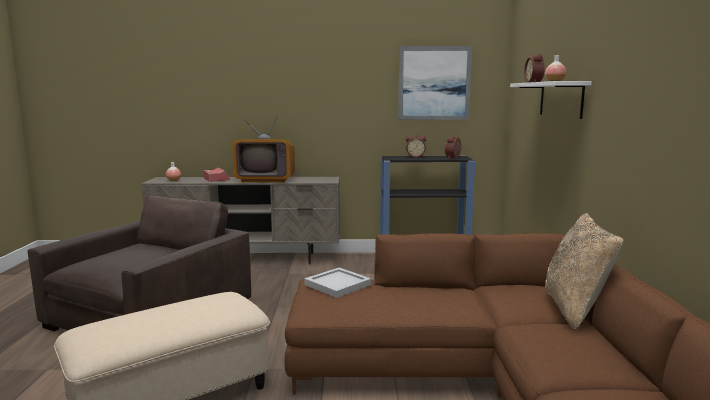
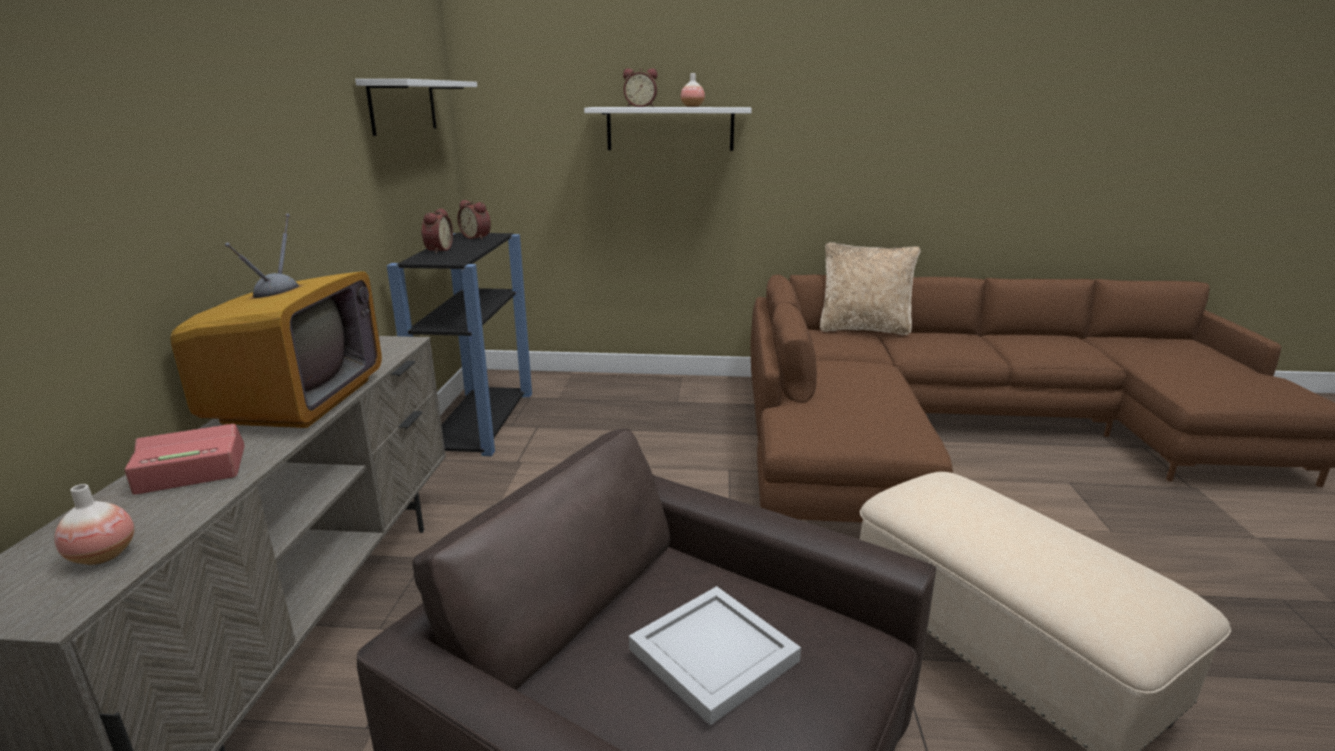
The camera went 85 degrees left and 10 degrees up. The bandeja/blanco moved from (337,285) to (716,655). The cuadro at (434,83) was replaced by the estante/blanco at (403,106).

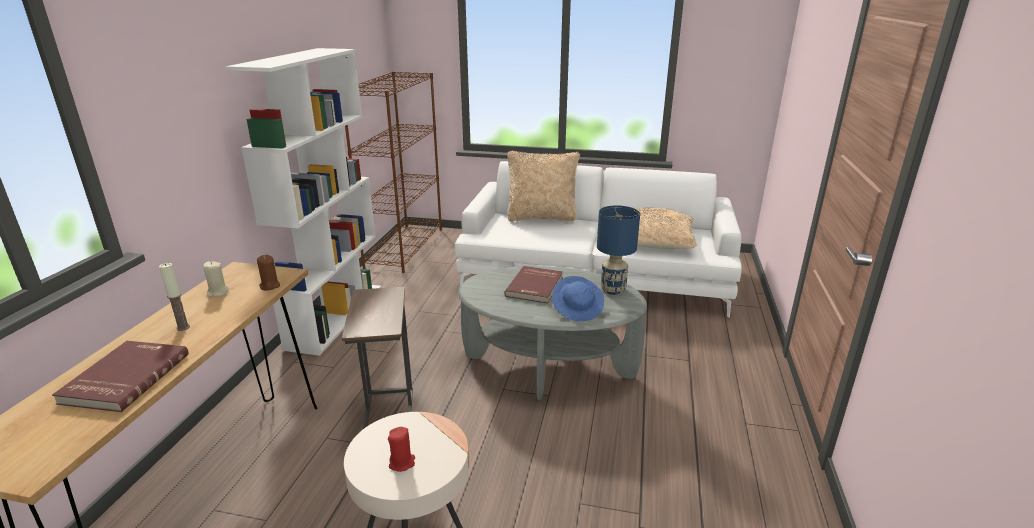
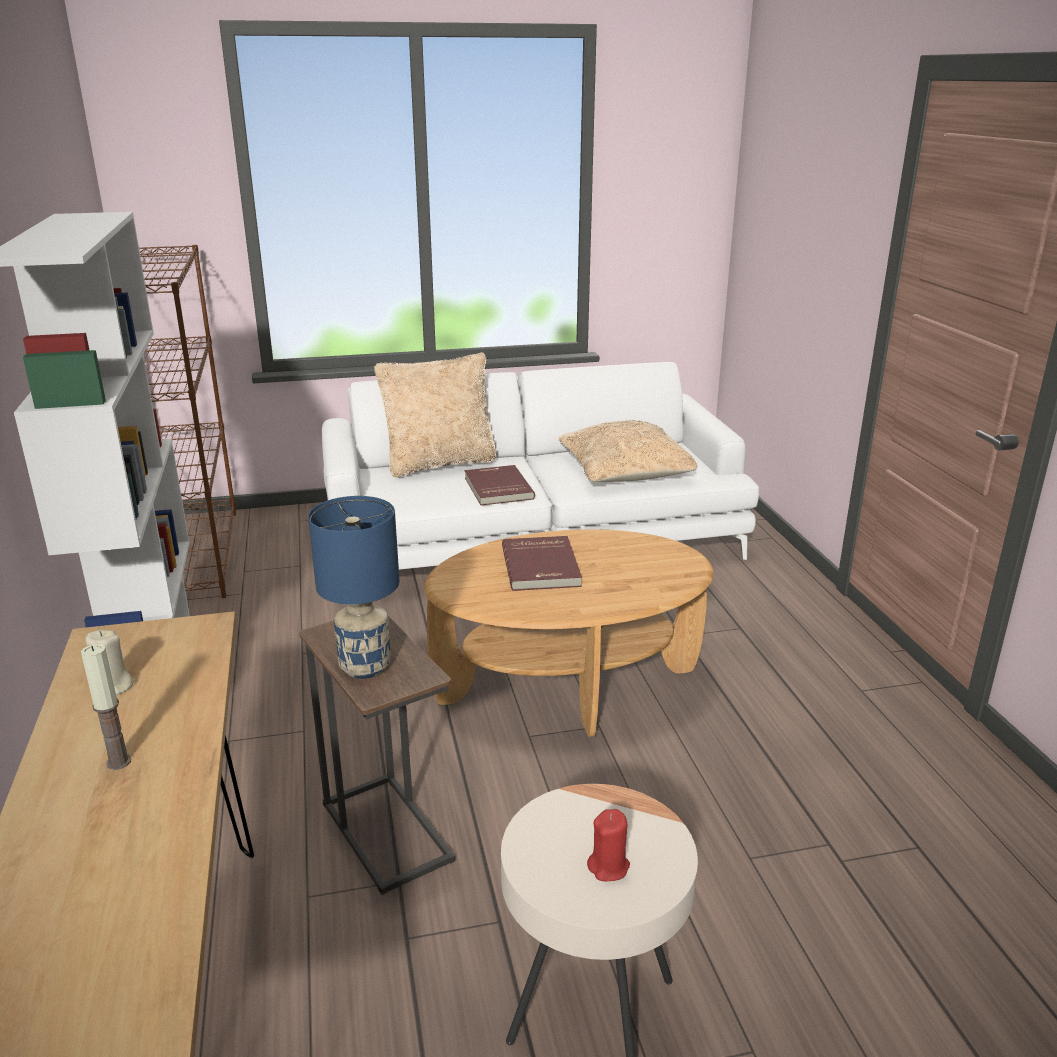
The camera went 25 degrees left and 0 degrees up. The libro/rojo moved from (124,378) to (497,488). The vela/marrón at (269,286) disappeared. The mesa de centro/gris at (548,367) became the mesa de centro/marrón at (568,686). The sombrero/azul at (578,309) disappeared. The lámpara de mesa/azul moved from (613,290) to (366,667).

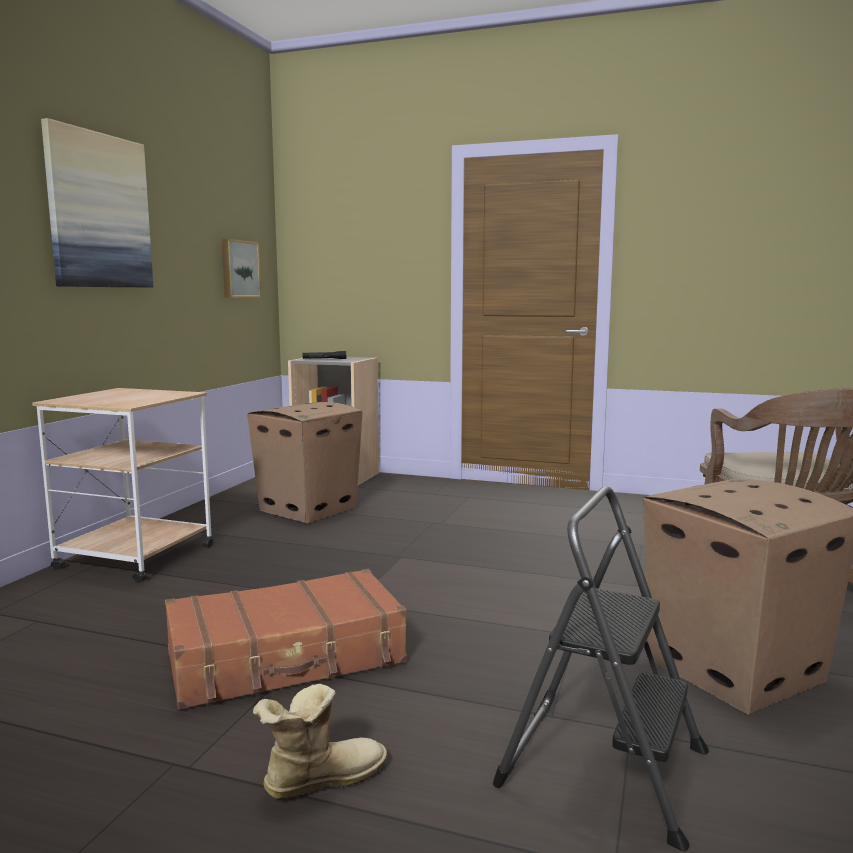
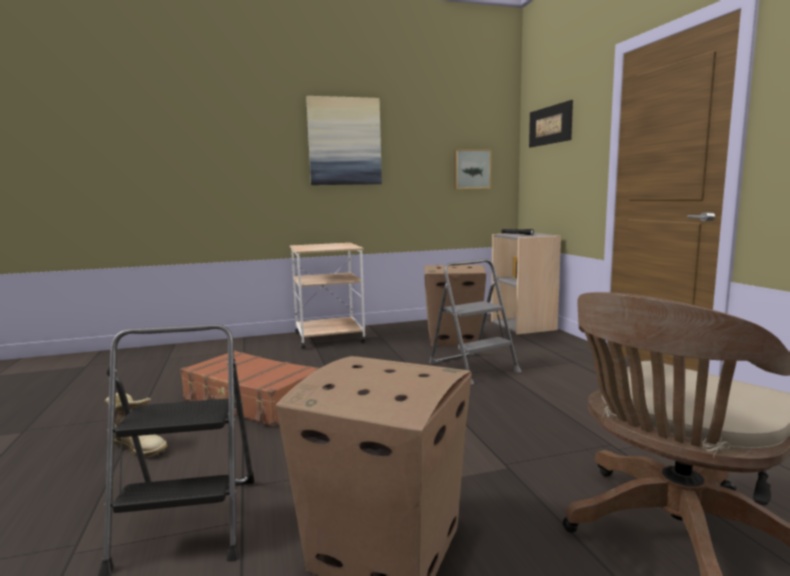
The camera went 55 degrees right and 0 degrees up. The escalera de tijera/gris at (471,366) appeared. The cuadro at (550,125) appeared.

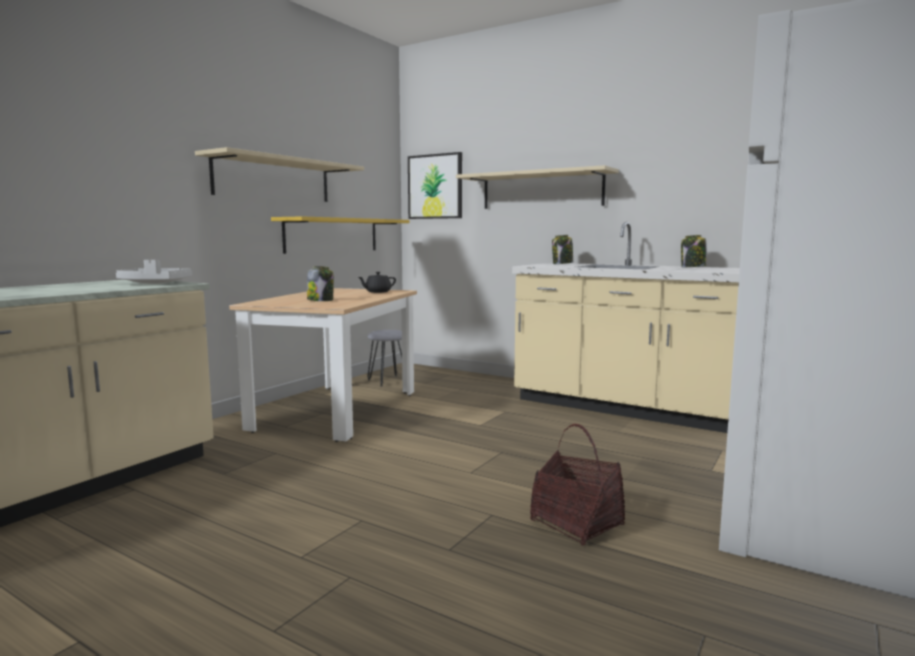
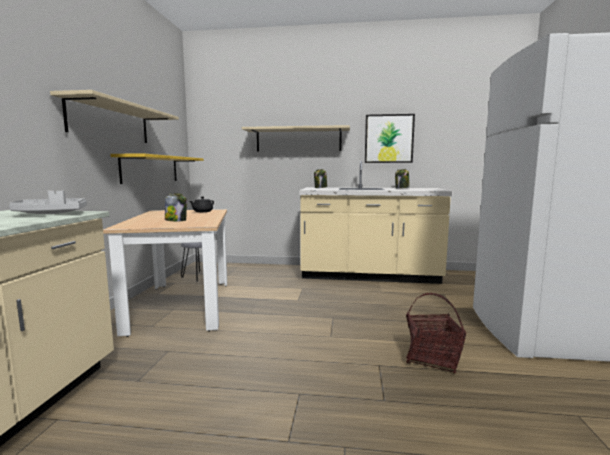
The camera went 25 degrees left and 0 degrees up. The cuadro moved from (435,186) to (389,139).

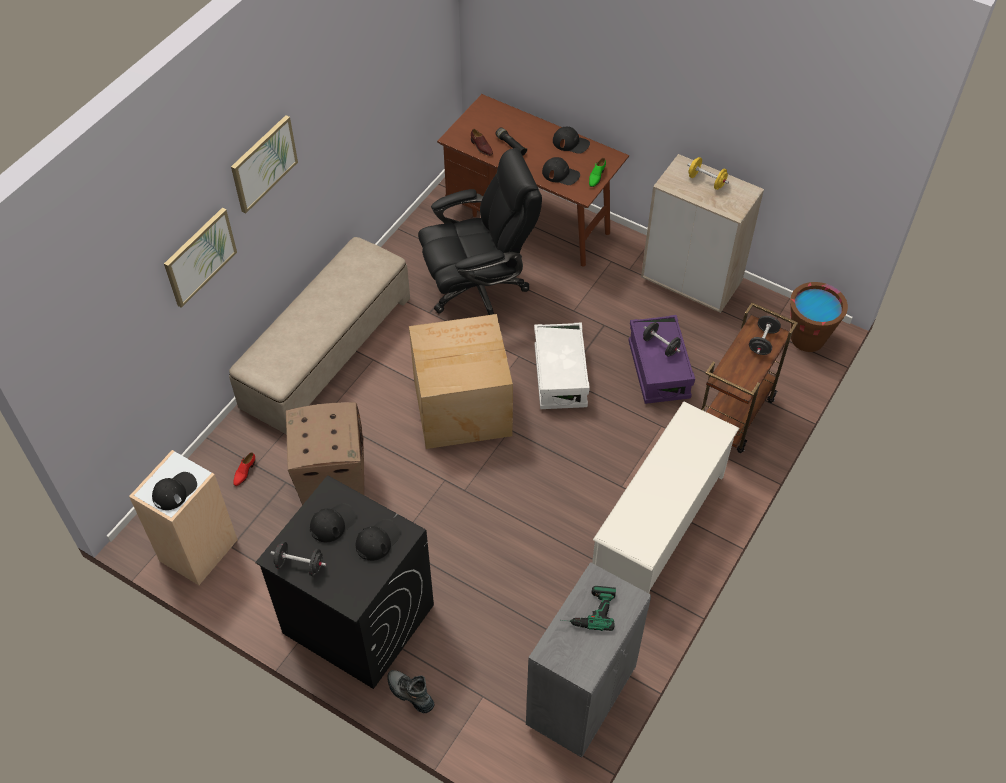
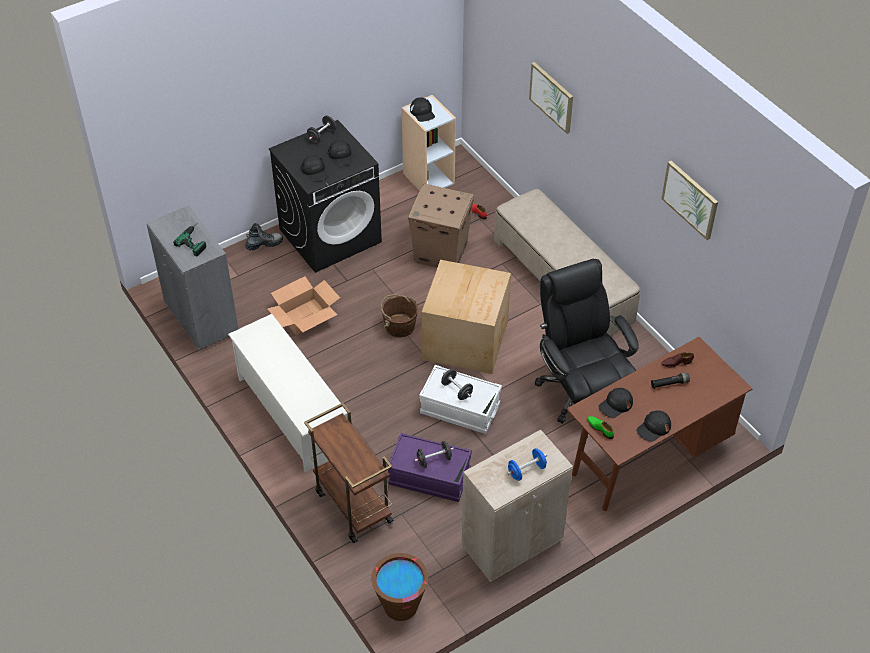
The camera went 115 degrees right and 5 degrees down. The cuadro moved from (263,163) to (690,199). The silla de oficina/negro at (478,289) turned 150 degrees clockwise. The mancuerna/amarillo at (706,181) became the mancuerna/azul at (526,470). The mancuerna/negro moved from (762,342) to (456,390). The caja de cartón at (305,316) appeared. The cubo/marrón at (399,326) appeared.

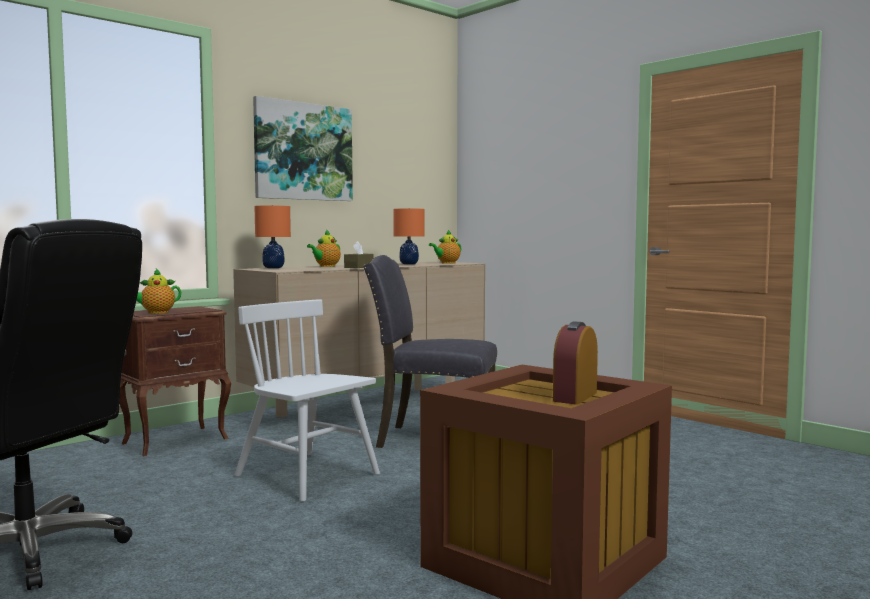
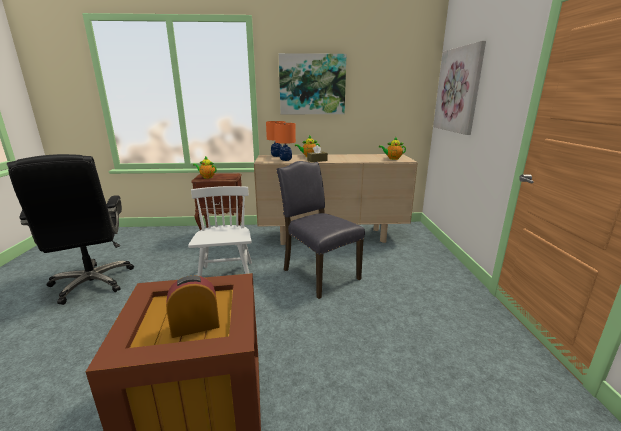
The camera went 40 degrees right and 15 degrees up. The lámpara de mesa/naranja moved from (408,264) to (285,160). The cuadro at (457,90) appeared.

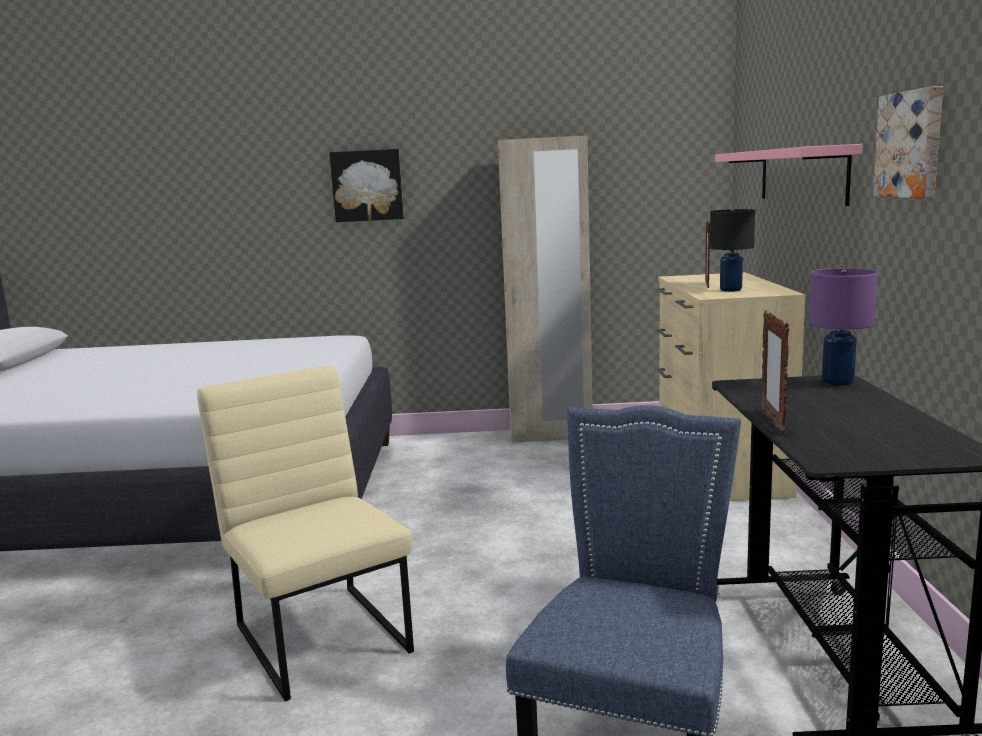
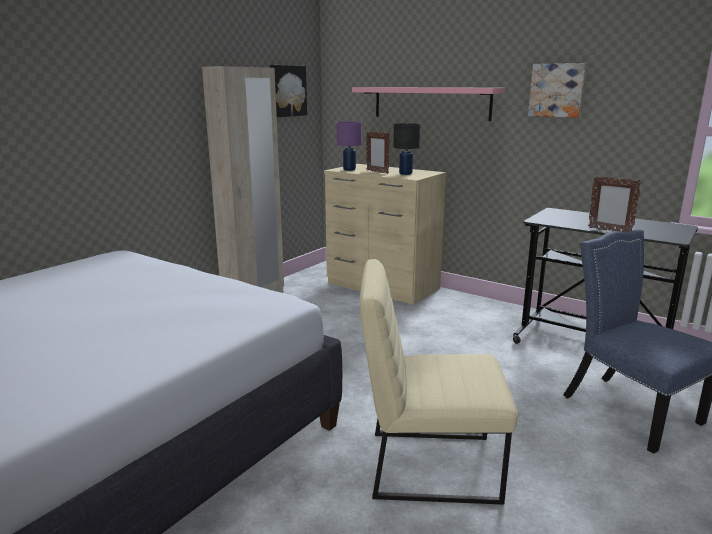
The camera went 55 degrees left and 5 degrees up. The cuadro moved from (367,185) to (287,91). The lámpara de mesa/morado moved from (839,382) to (350,169).

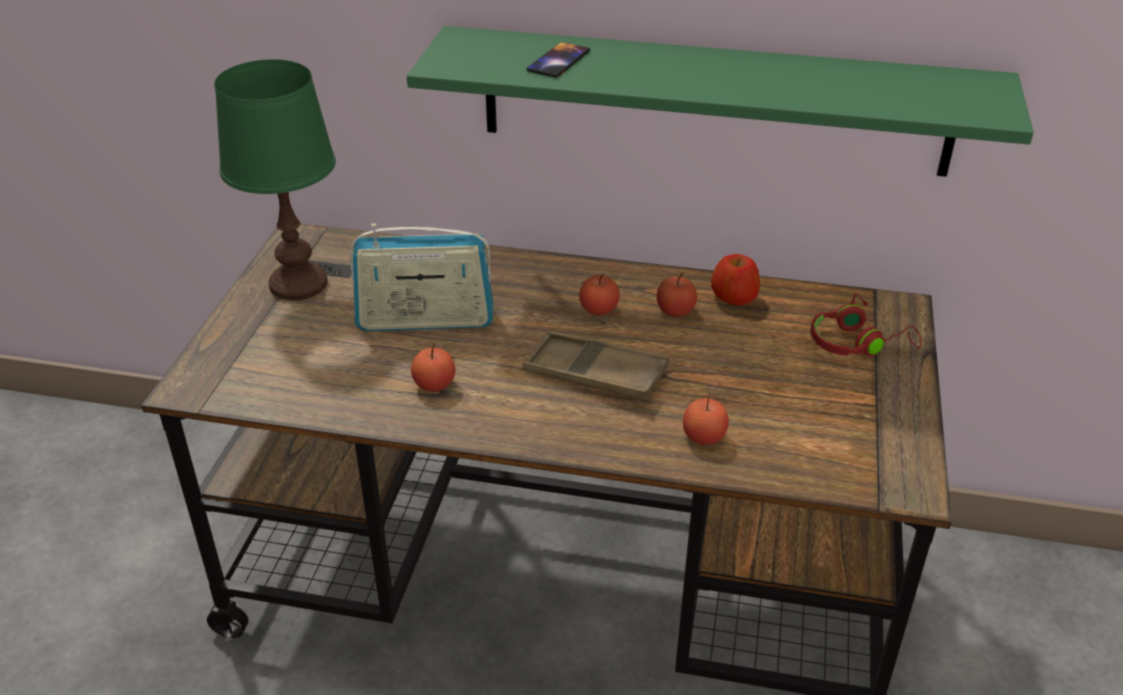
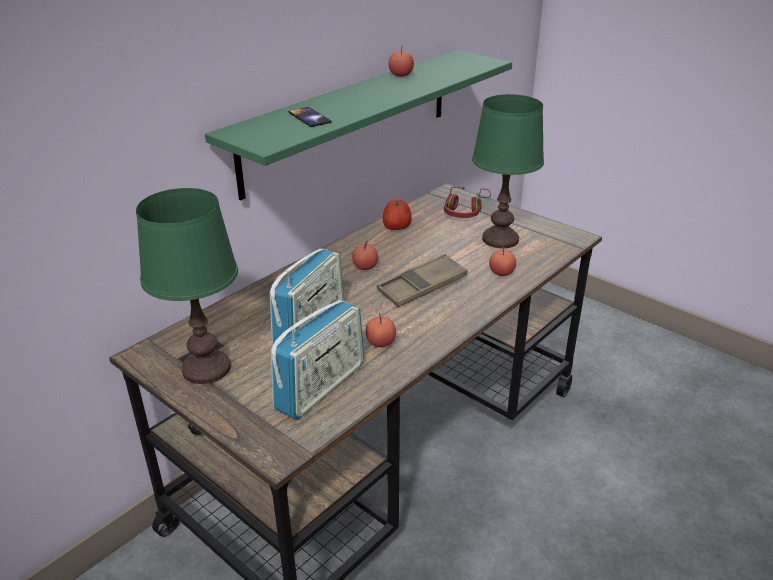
The camera went 60 degrees left and 5 degrees down. The manzana moved from (675,311) to (401,75). The radio at (321,387) appeared. The lámpara de mesa/verde at (500,239) appeared.

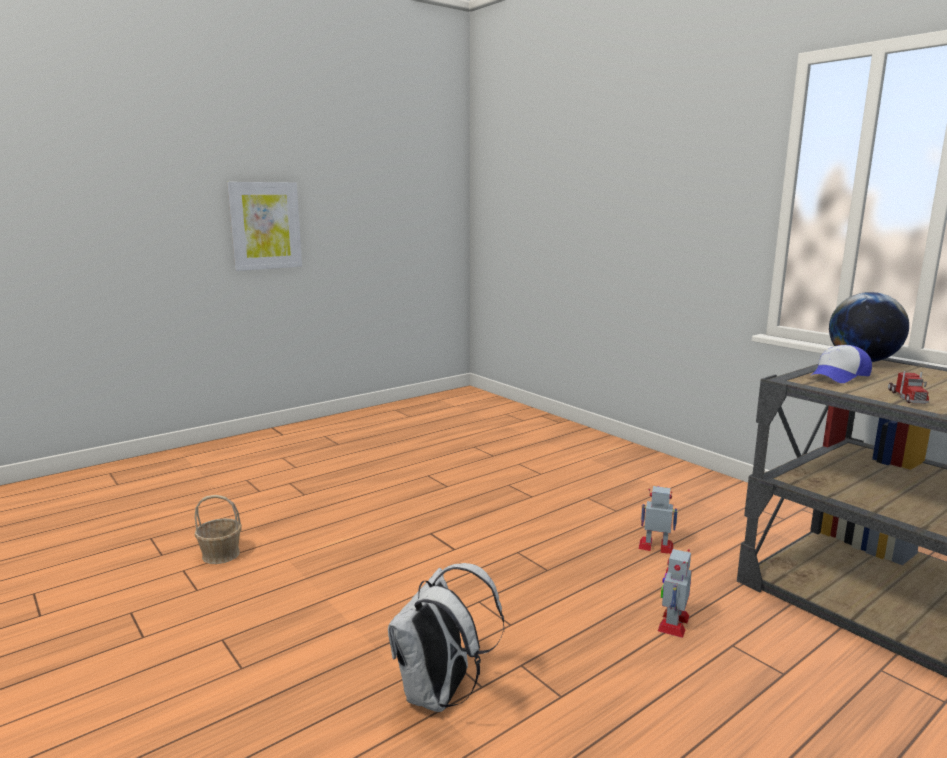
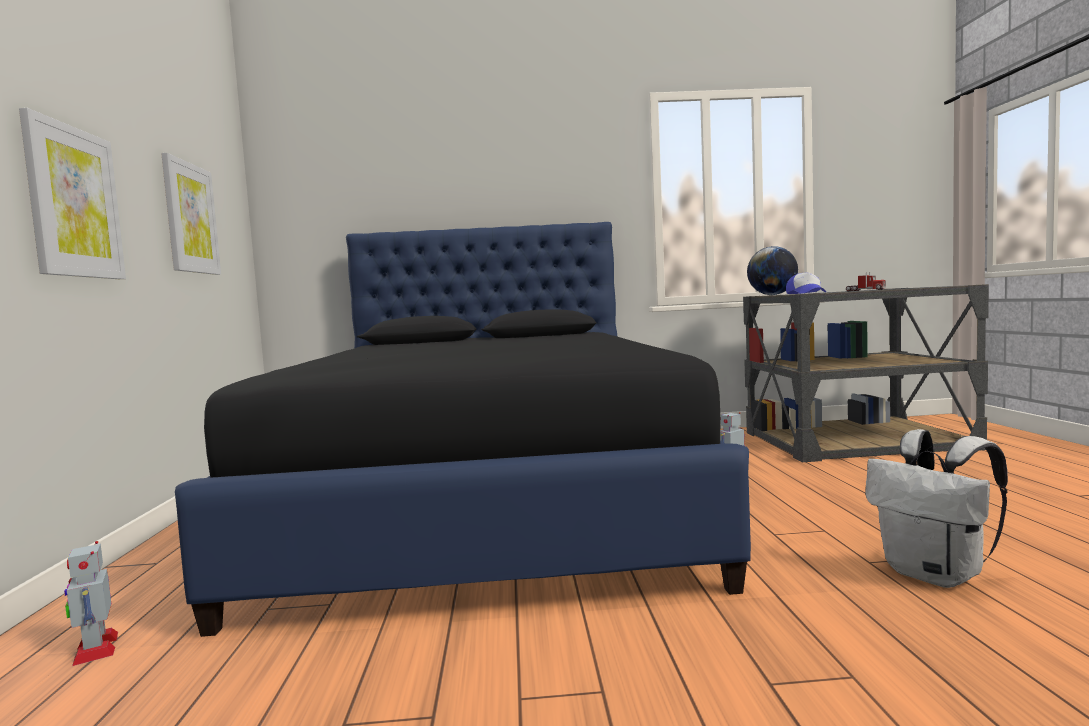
The camera went 55 degrees left and 10 degrees down. The cesta at (221,554) disappeared. The robot de juguete moved from (673,623) to (95,648). The cuadro at (190,218) appeared. The cama/negro at (489,497) appeared.

